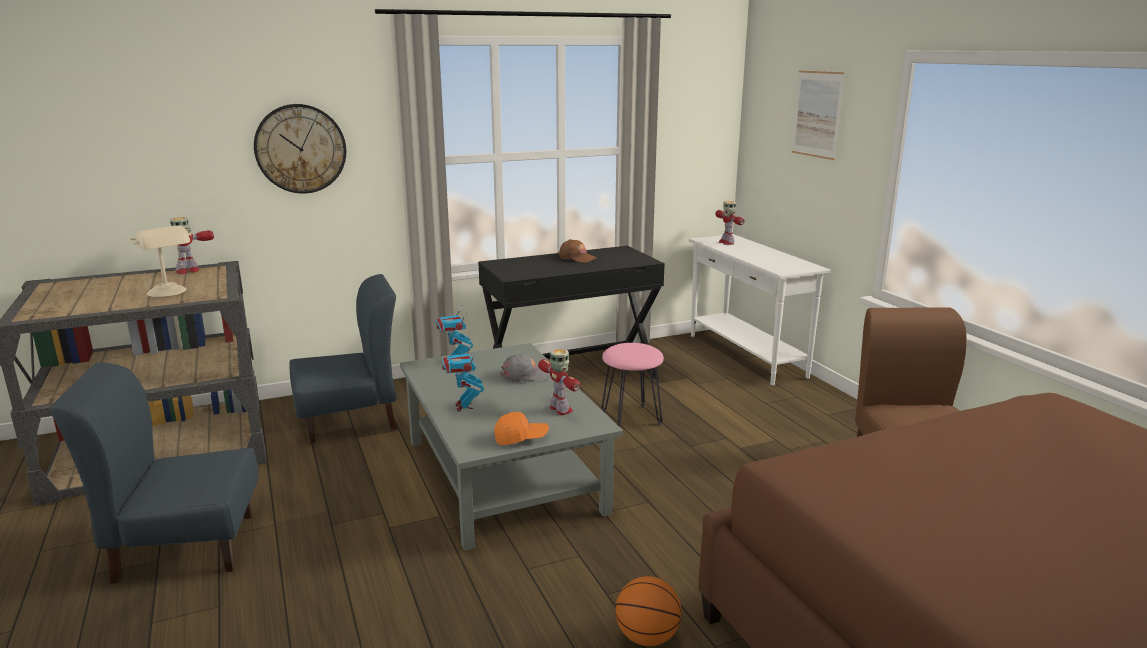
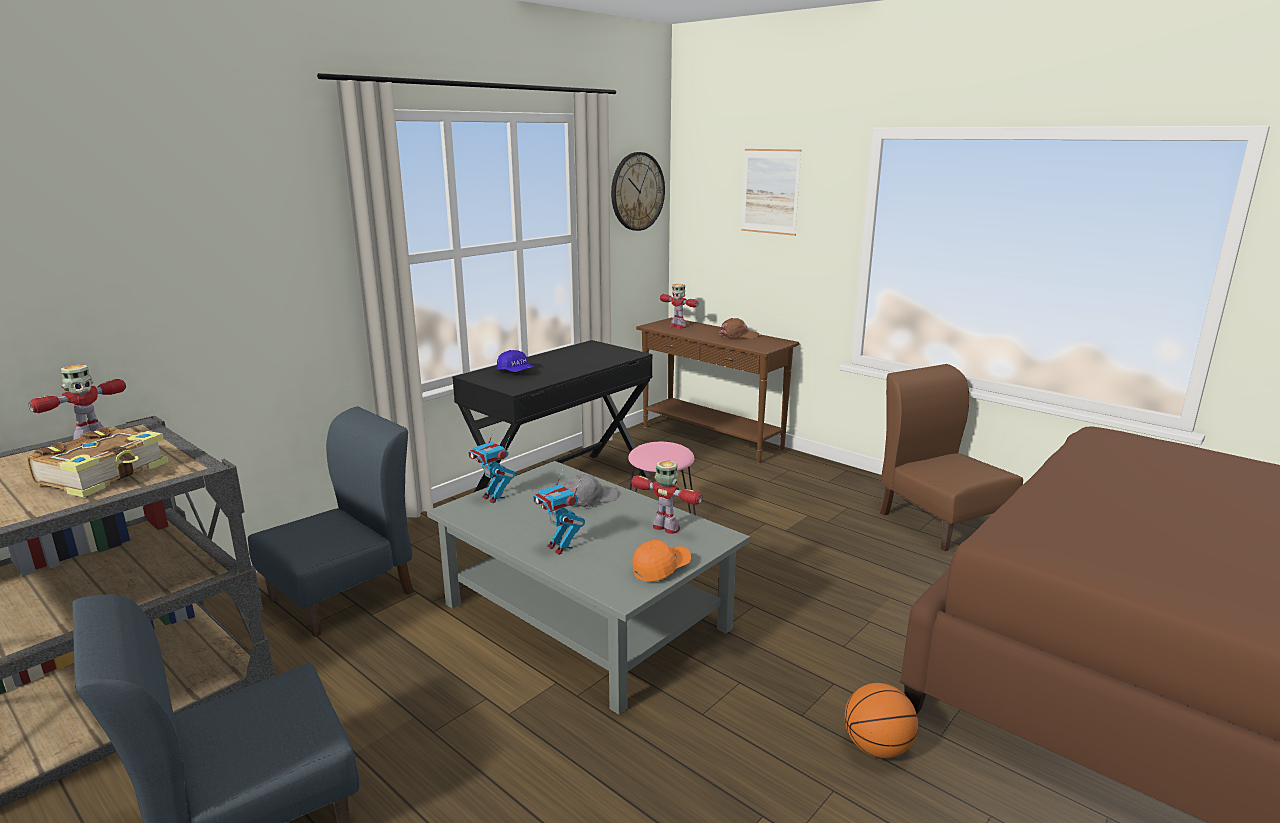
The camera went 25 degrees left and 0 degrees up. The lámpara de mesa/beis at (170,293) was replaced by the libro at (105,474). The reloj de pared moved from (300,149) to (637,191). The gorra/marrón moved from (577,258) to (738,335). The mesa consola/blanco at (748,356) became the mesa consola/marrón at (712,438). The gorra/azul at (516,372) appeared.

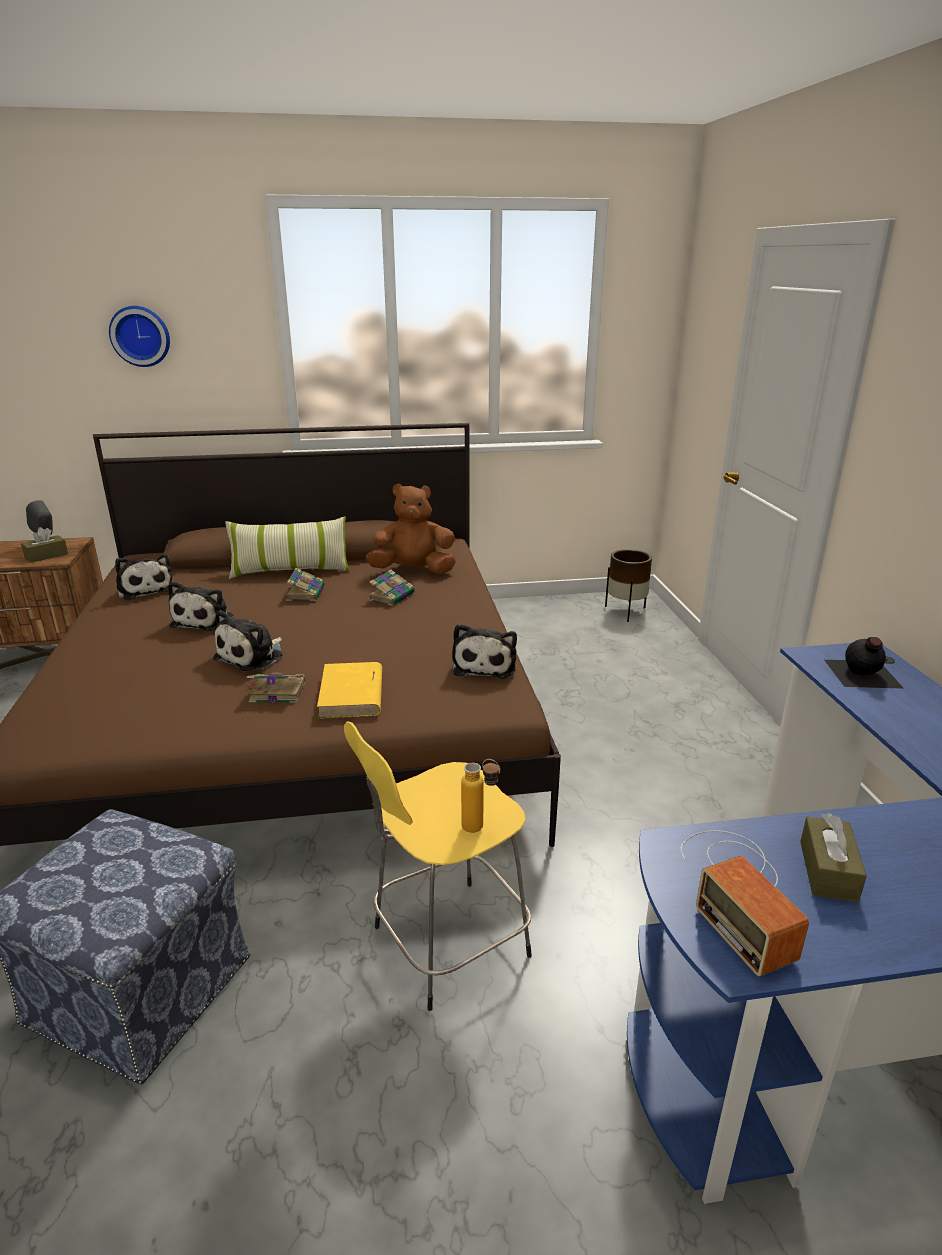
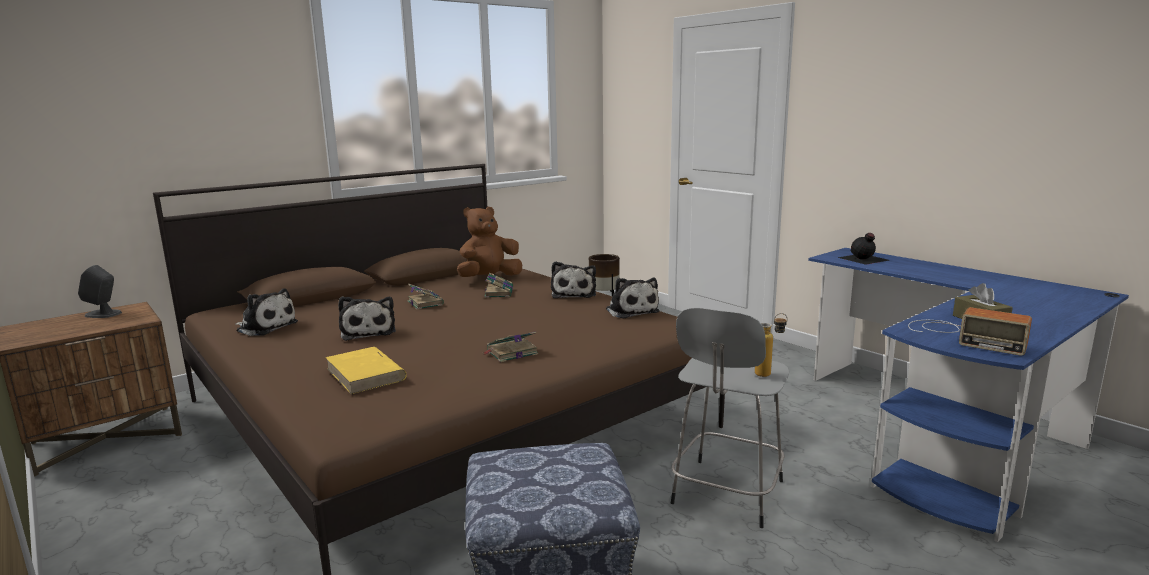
The camera went 30 degrees left and 10 degrees down. The caja de pañuelos/marrón at (46,556) disappeared. The reloj de pared at (140,336) disappeared. The peluche moved from (252,656) to (574,293). The cojín at (290,570) disappeared. The libro/amarillo moved from (351,695) to (366,374). The taburete/amarillo at (445,944) became the taburete/gris at (726,494).

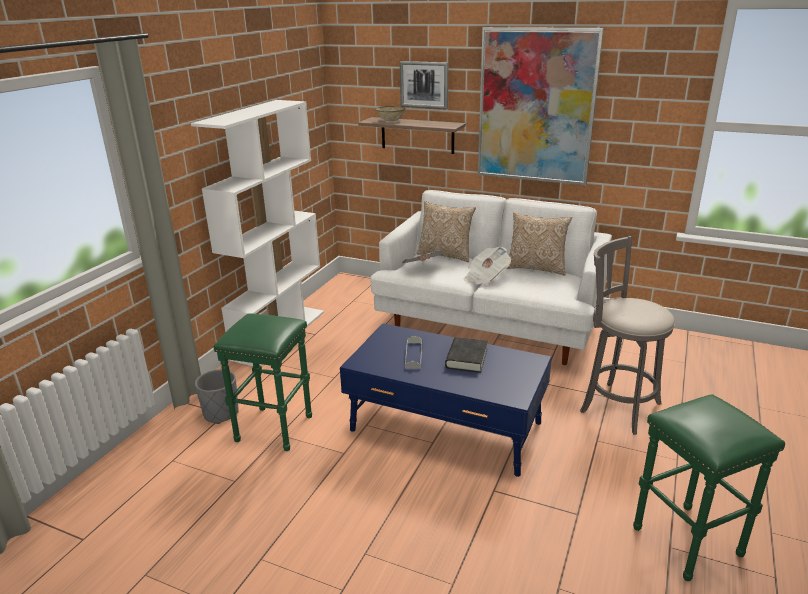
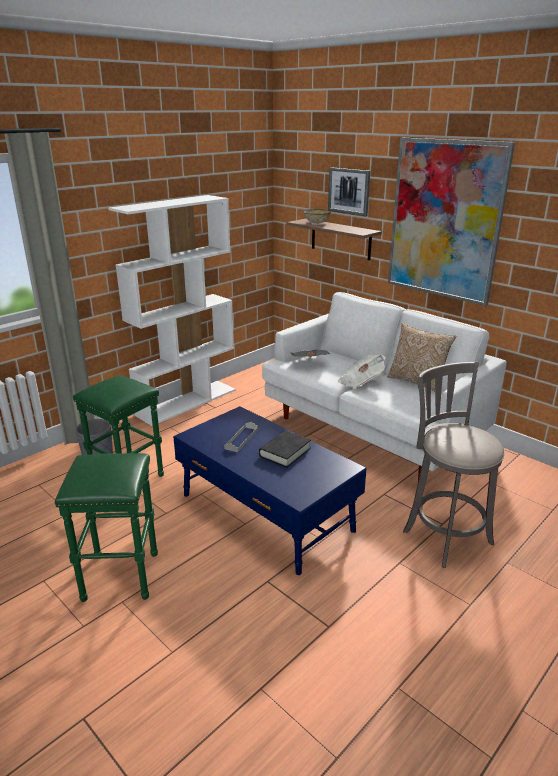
The camera went 20 degrees right and 0 degrees up. The cojín at (445,255) disappeared. The taburete/verde moved from (684,540) to (119,575).

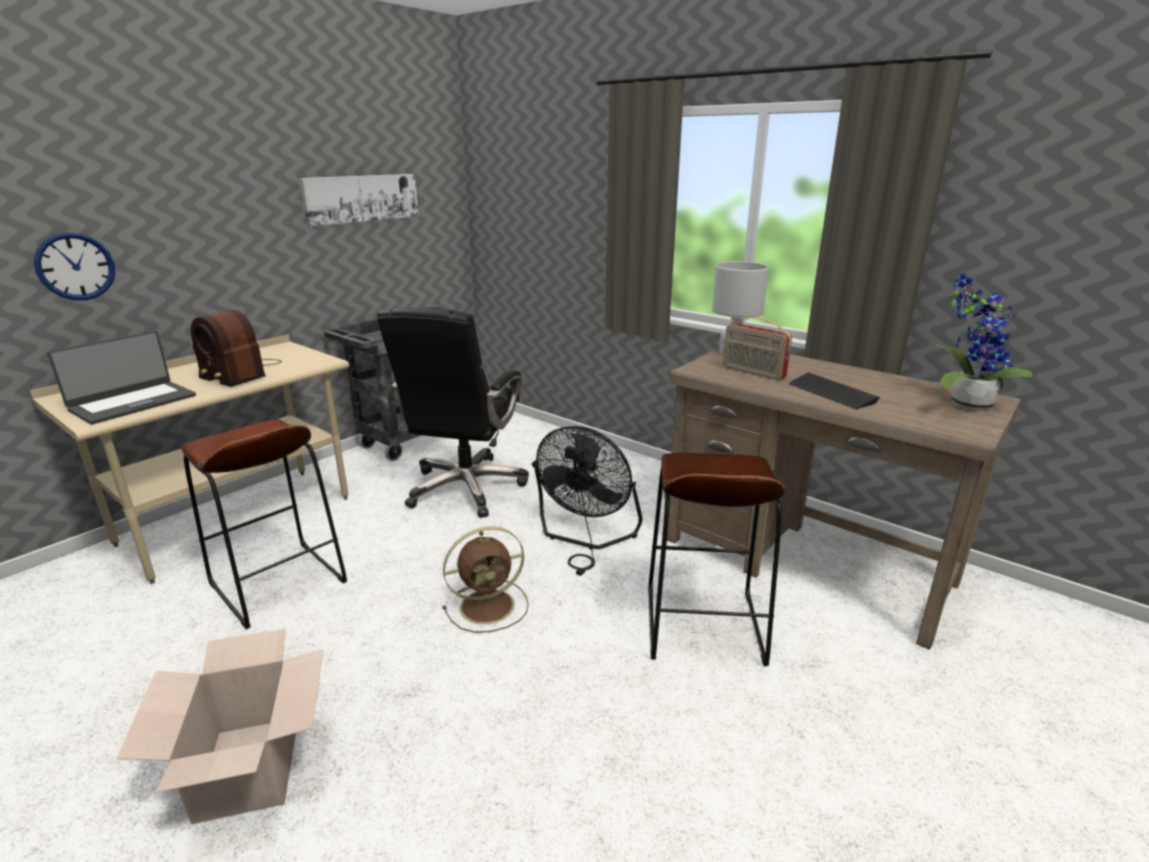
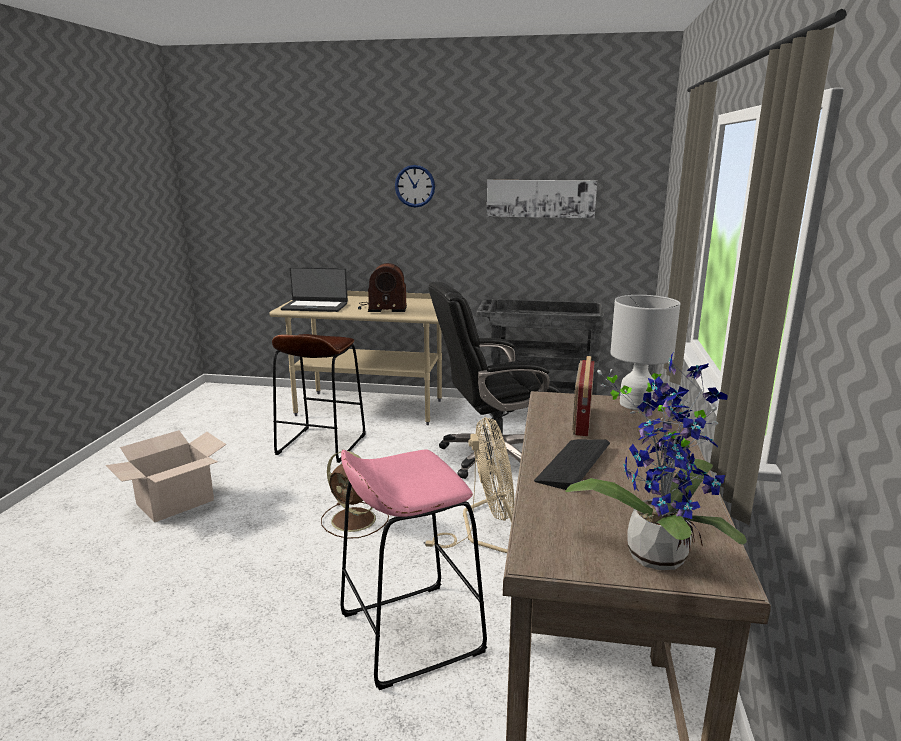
The camera went 60 degrees right and 5 degrees down. The reloj de pared moved from (75,266) to (415,186). The radio at (239,373) turned 90 degrees counterclockwise. The ventilador/negro at (581,536) became the ventilador/beis at (482,528). The taburete/marrón at (702,625) became the taburete/rosa at (410,633).

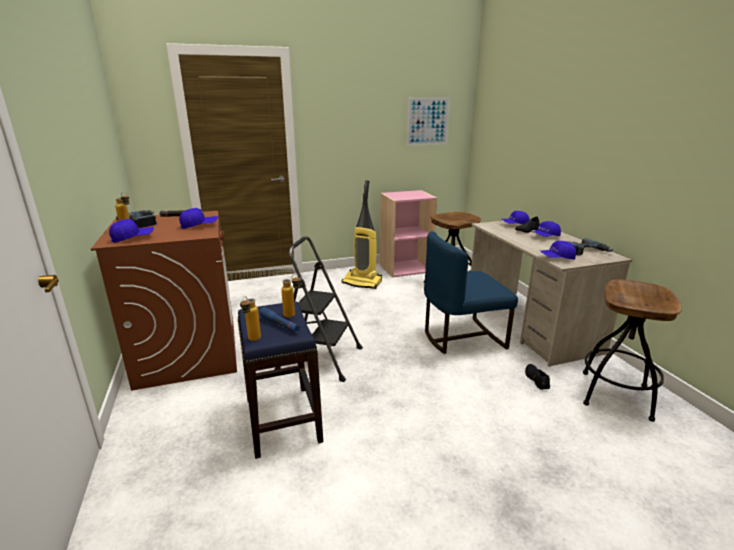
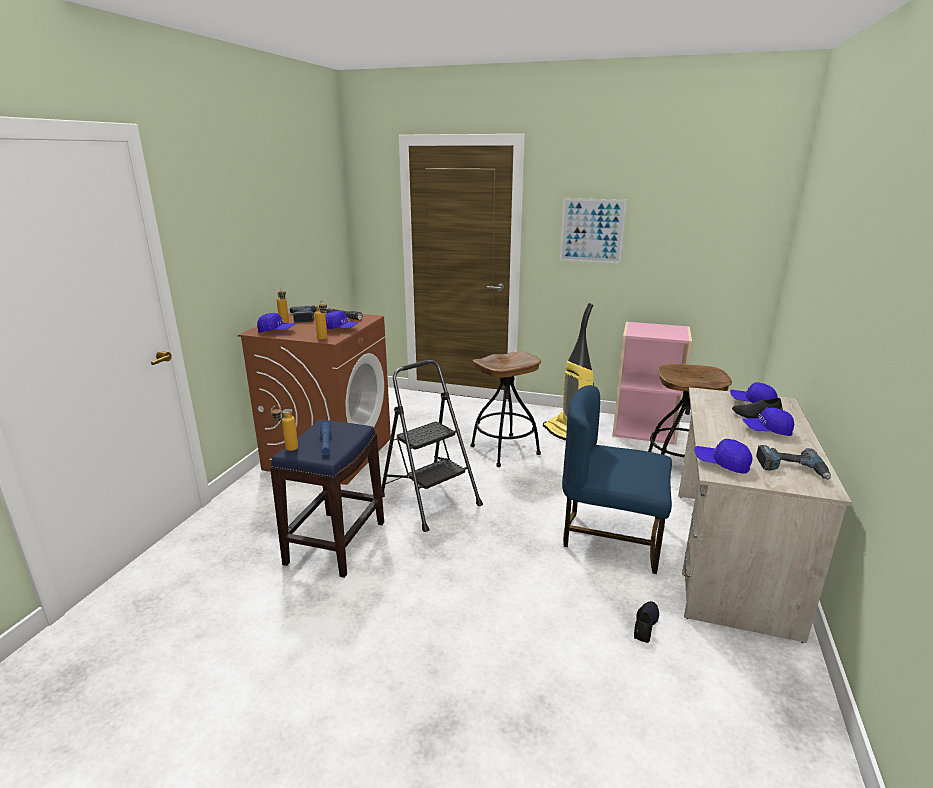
The camera went 35 degrees right and 0 degrees up. The botella moved from (293,316) to (324,339). The cuadro moved from (428,121) to (592,231). The taburete/marrón moved from (615,395) to (504,450).

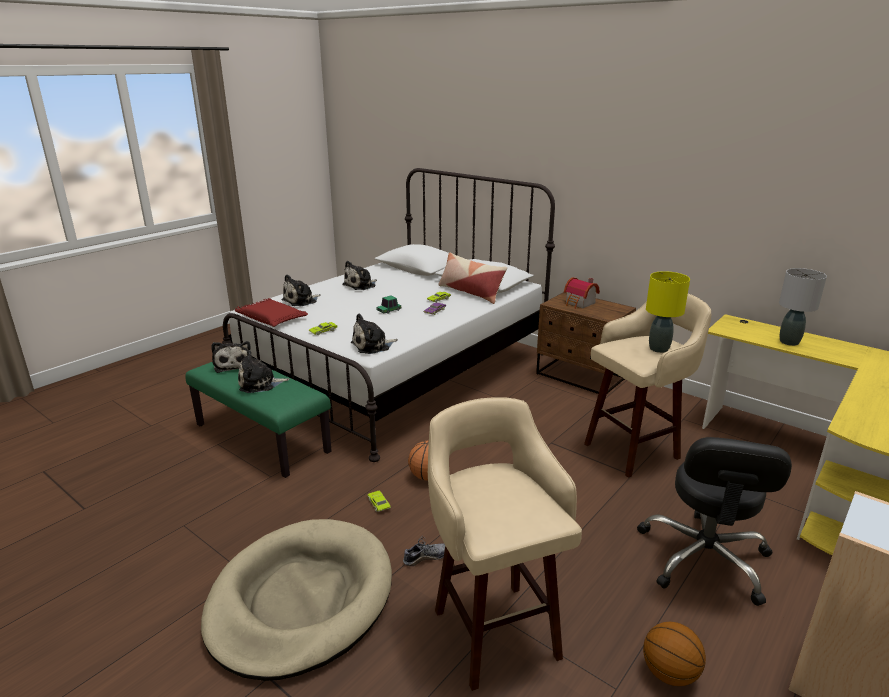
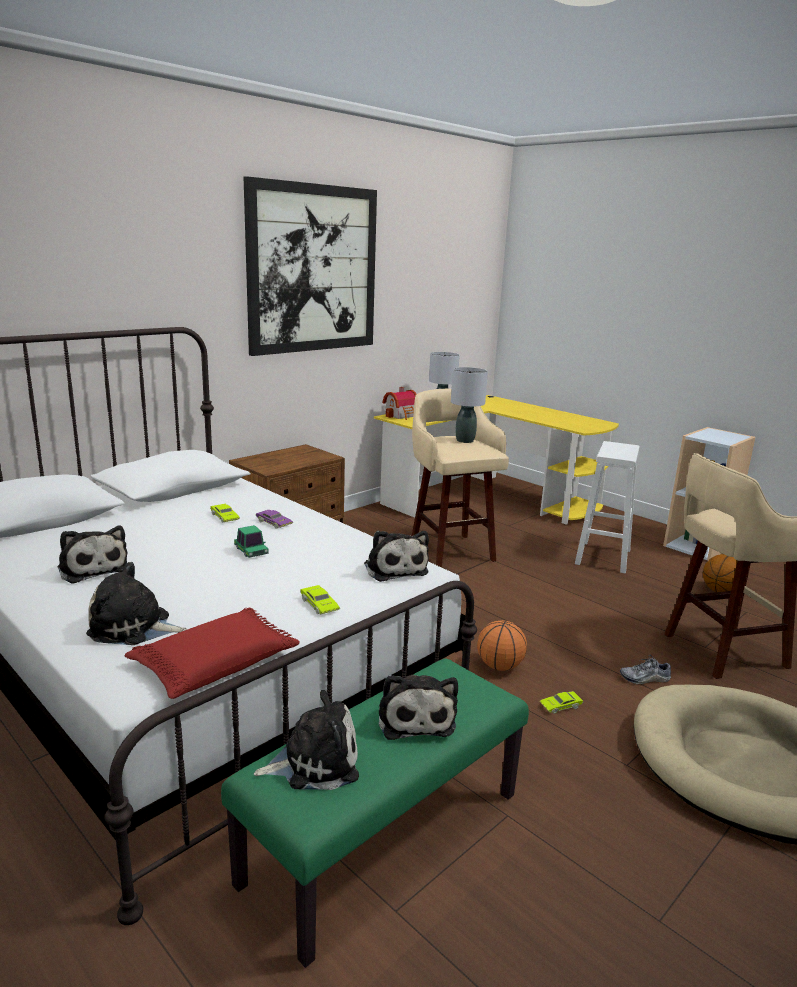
The camera went 85 degrees left and 5 degrees down. The peluche at (301,301) turned 135 degrees clockwise. The zapato at (426,557) turned 75 degrees counterclockwise. The cojín at (470,292) disappeared. The casita moved from (580,303) to (402,415). The silla de oficina/negro at (704,562) was replaced by the taburete/blanco at (603,557). The lámpara de mesa/amarillo at (658,349) became the lámpara de mesa/gris at (464,440). The cuadro at (313,269) appeared.

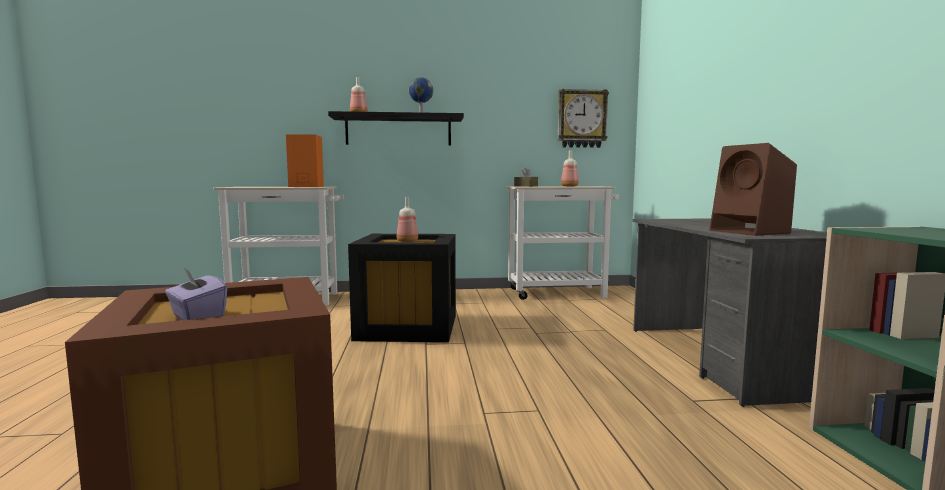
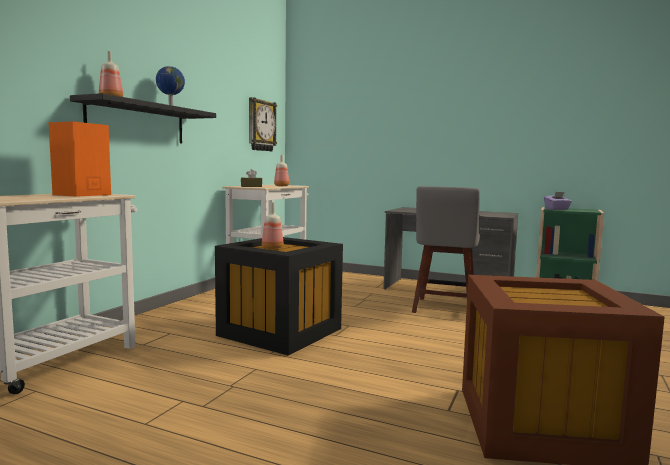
The camera went 60 degrees left and 0 degrees up. The caja de pañuelos/morado moved from (197,317) to (557,209). The altavoz/marrón at (751,232) disappeared. The taburete/gris at (443,309) appeared.

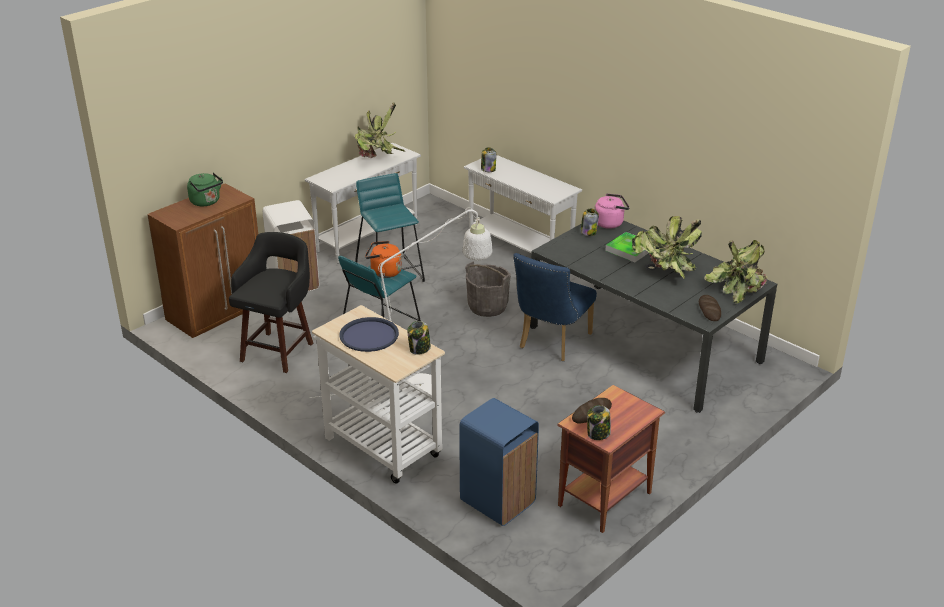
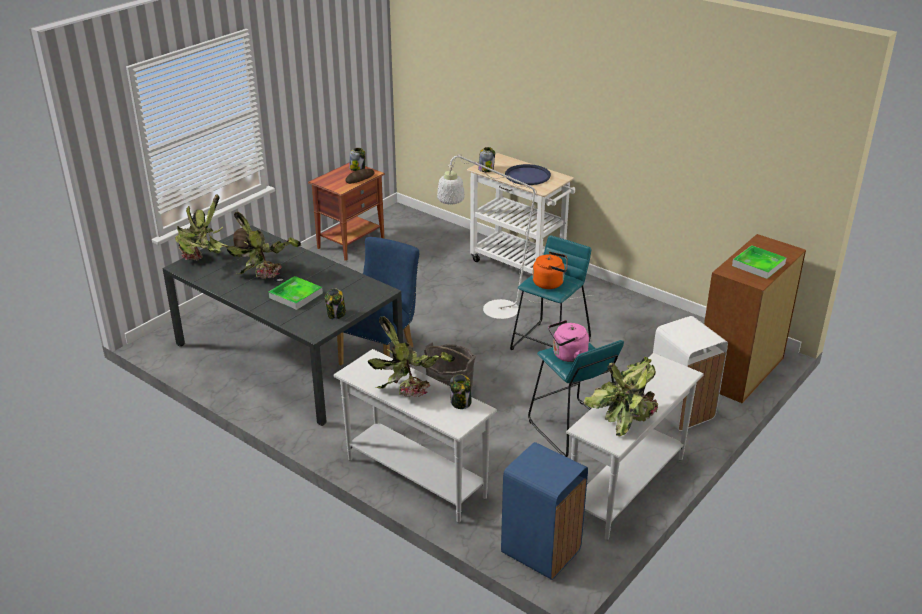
The camera went 175 degrees right and 0 degrees up. The hervidor/verde at (206,202) was replaced by the bandeja at (758,265). The taburete/negro at (279,351) disappeared. The papelera/azul moved from (497,502) to (541,551). The hervidor/rosa moved from (610,223) to (567,355). The planta en maceta at (412,388) appeared.

